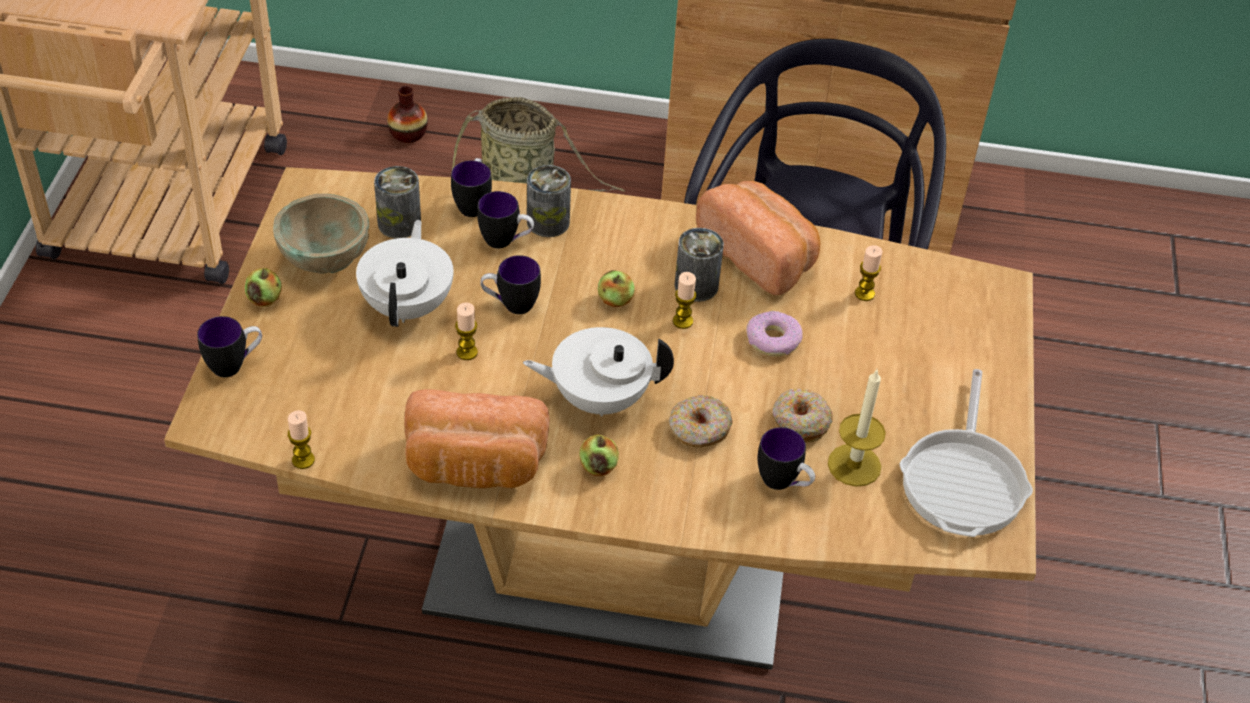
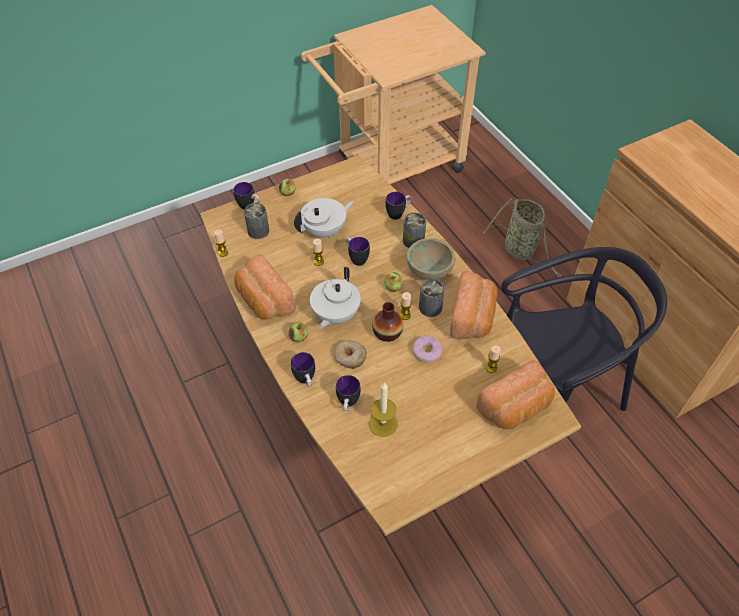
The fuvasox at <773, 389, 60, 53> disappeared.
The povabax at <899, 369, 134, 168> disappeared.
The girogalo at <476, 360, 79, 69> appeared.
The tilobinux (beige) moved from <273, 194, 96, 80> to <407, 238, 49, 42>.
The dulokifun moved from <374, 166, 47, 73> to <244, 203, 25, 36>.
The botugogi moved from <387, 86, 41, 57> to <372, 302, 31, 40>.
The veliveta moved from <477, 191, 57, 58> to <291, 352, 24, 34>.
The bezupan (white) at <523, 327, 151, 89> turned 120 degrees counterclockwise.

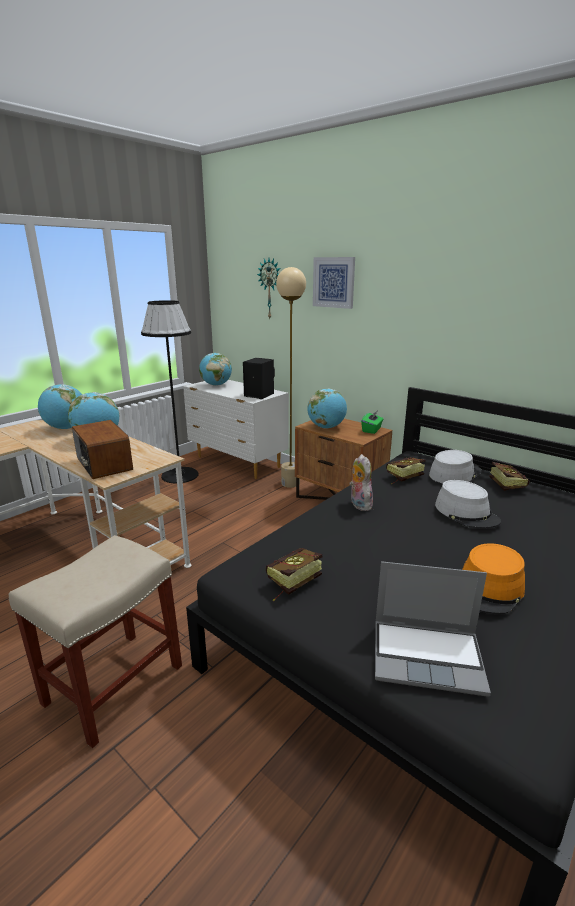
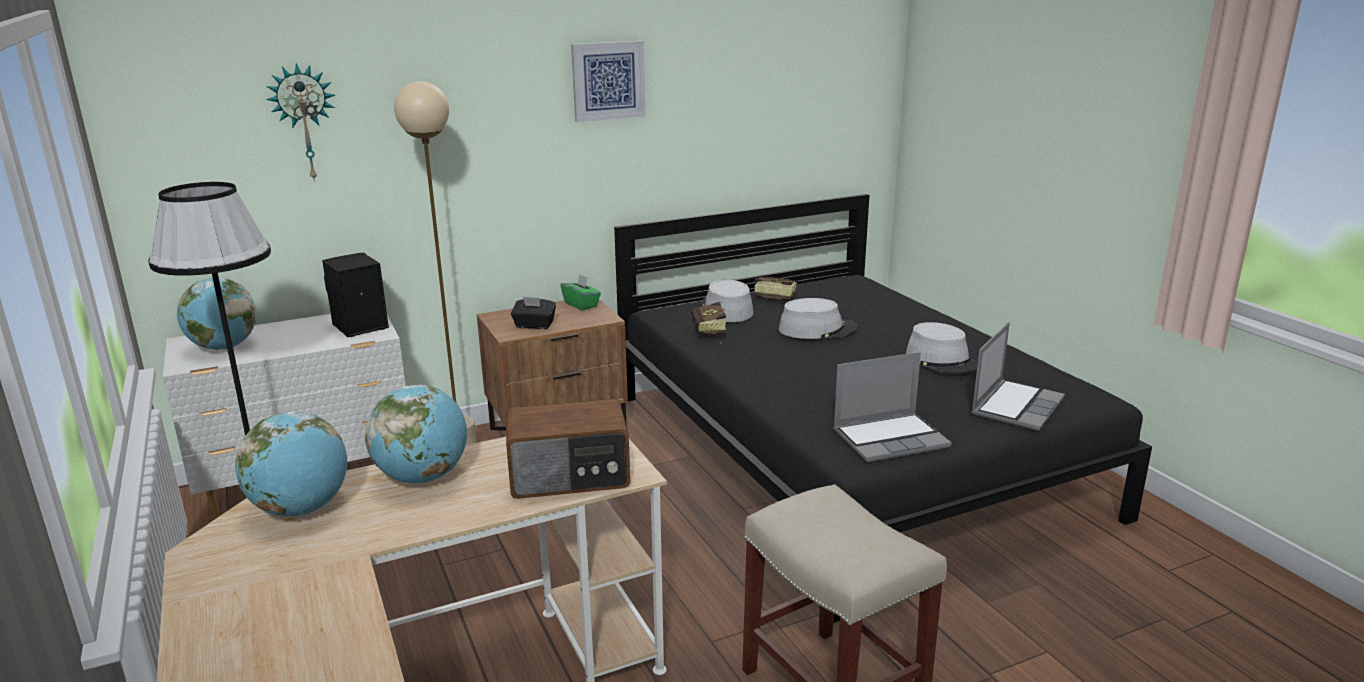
The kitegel at <349, 454, 24, 57> disappeared.
The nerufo moved from <313, 257, 42, 52> to <571, 41, 75, 81>.
The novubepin at <266, 548, 56, 53> was replaced by the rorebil at <833, 352, 119, 110>.
The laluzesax at <307, 388, 40, 41> was replaced by the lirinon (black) at <511, 297, 45, 32>.
The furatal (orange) at <462, 543, 63, 71> became the furatal (grey) at <906, 322, 72, 51>.

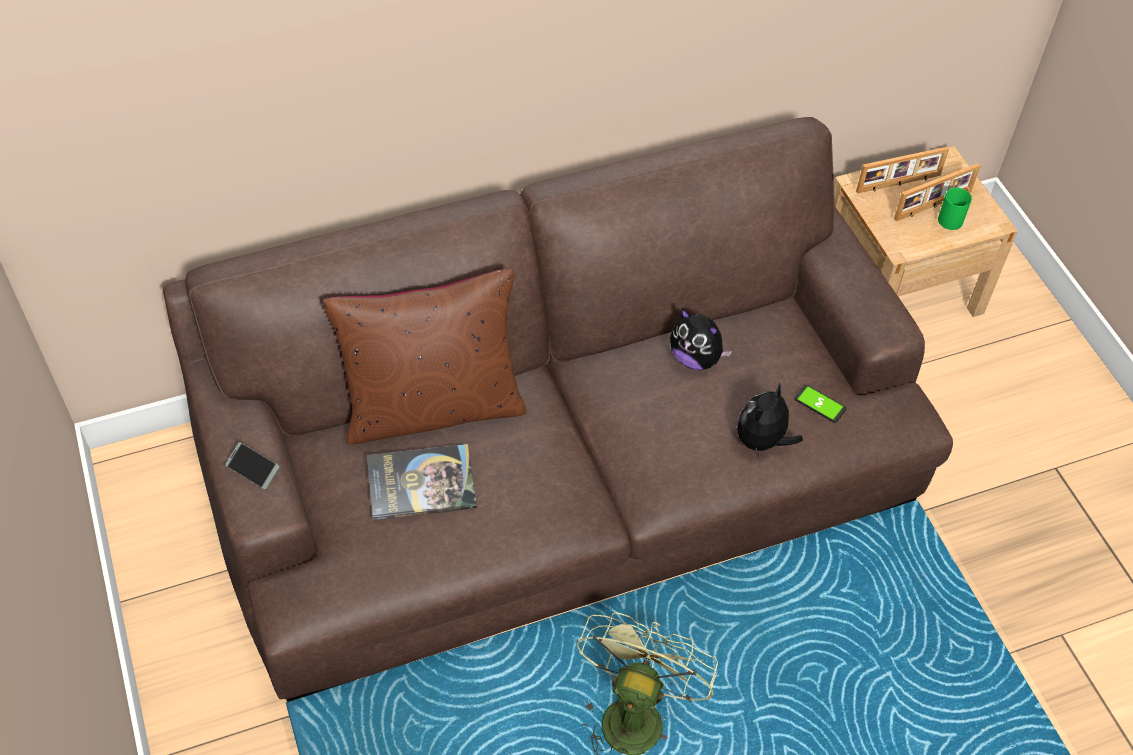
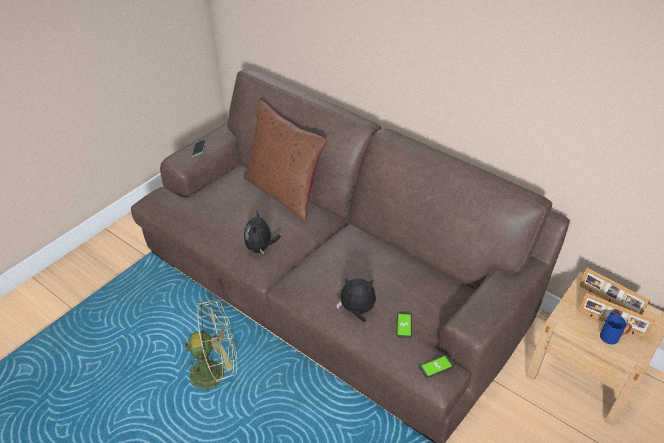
The novubepin at <367, 444, 110, 76> disappeared.
The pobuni at <419, 355, 35, 23> appeared.
The kitegel moved from <670, 308, 62, 62> to <244, 210, 37, 45>.
The veliveta (green) at <938, 188, 34, 42> became the veliveta (blue) at <600, 314, 32, 31>.

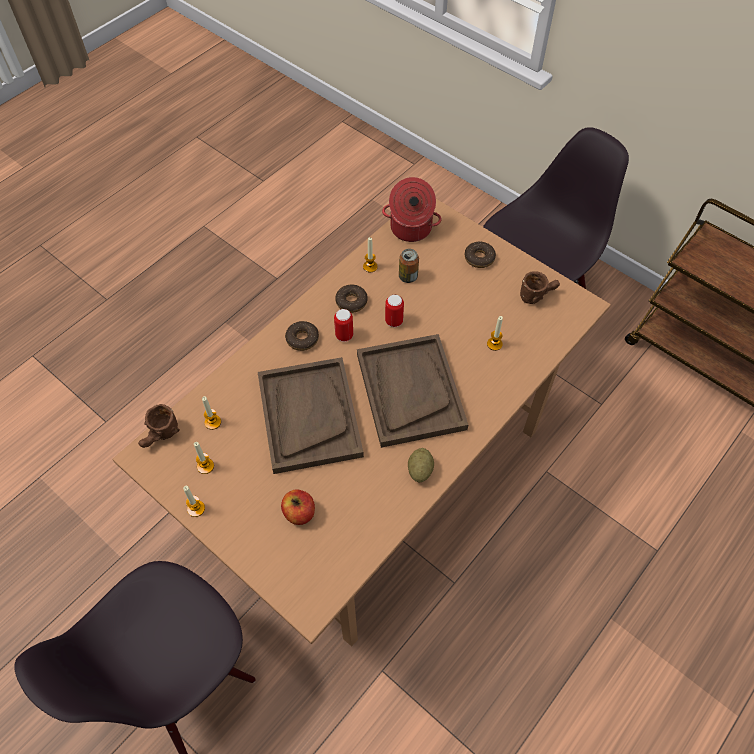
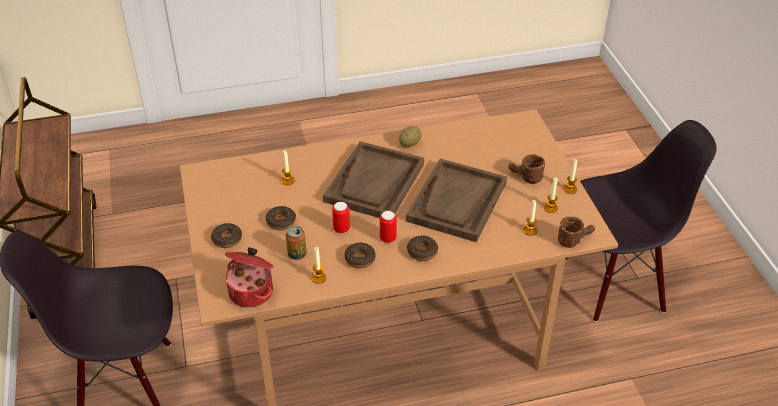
The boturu at <281, 490, 34, 35> disappeared.
The fuvasox at <266, 206, 30, 24> appeared.
The veliveta (brown) moved from <520, 272, 40, 32> to <508, 154, 37, 30>.

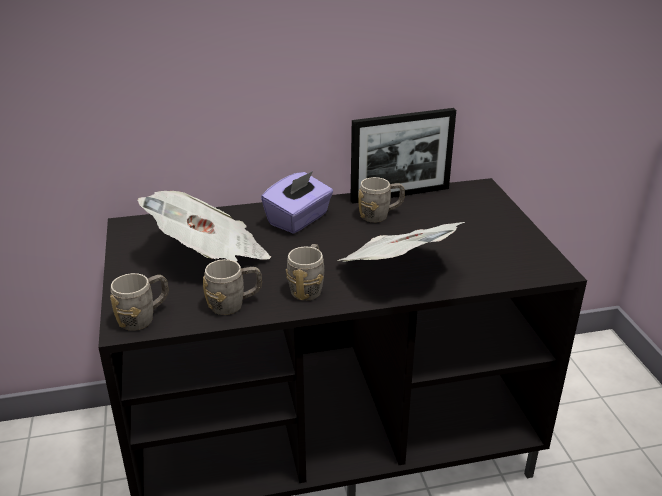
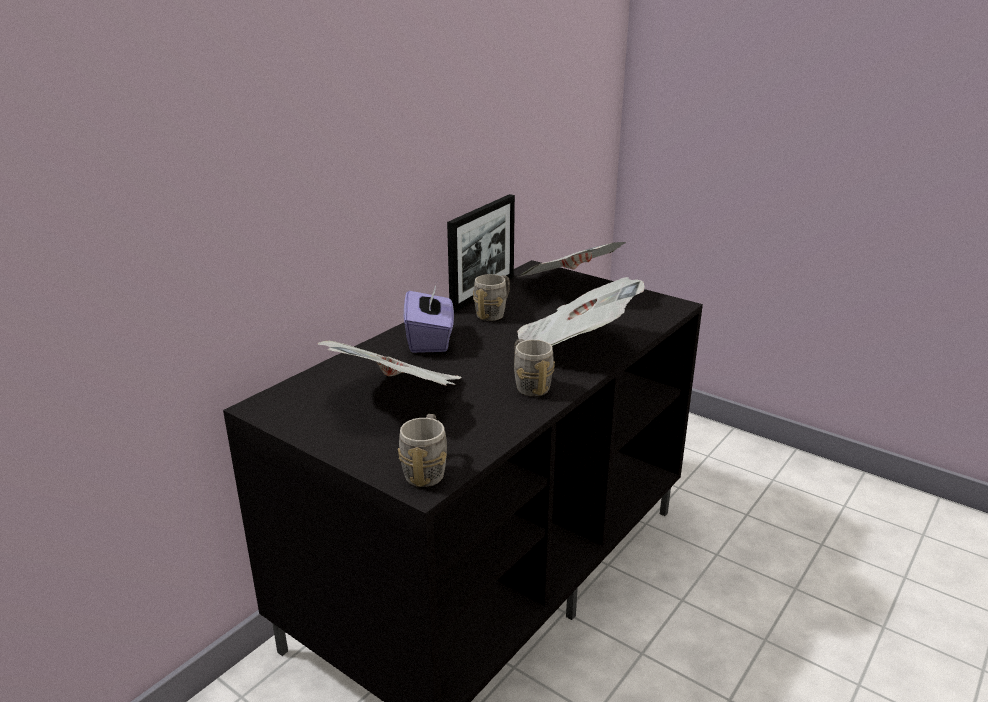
The veliveta (grey) at <203, 259, 59, 56> disappeared.
The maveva at <517, 242, 108, 35> appeared.

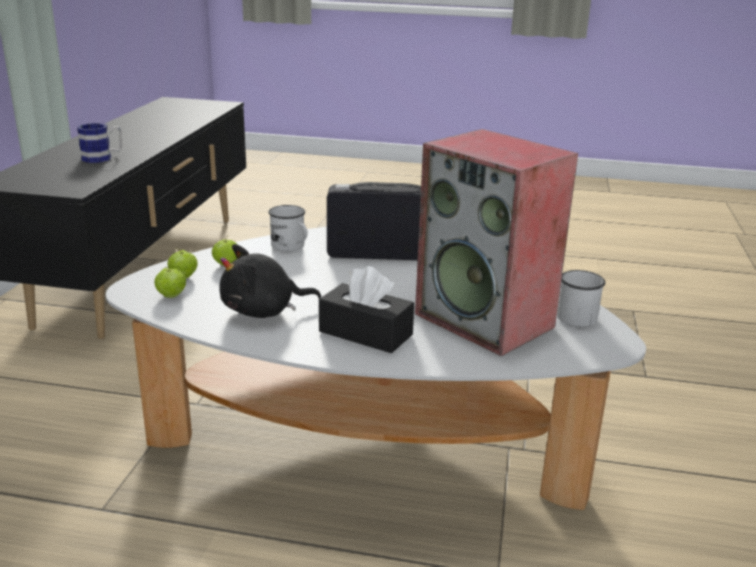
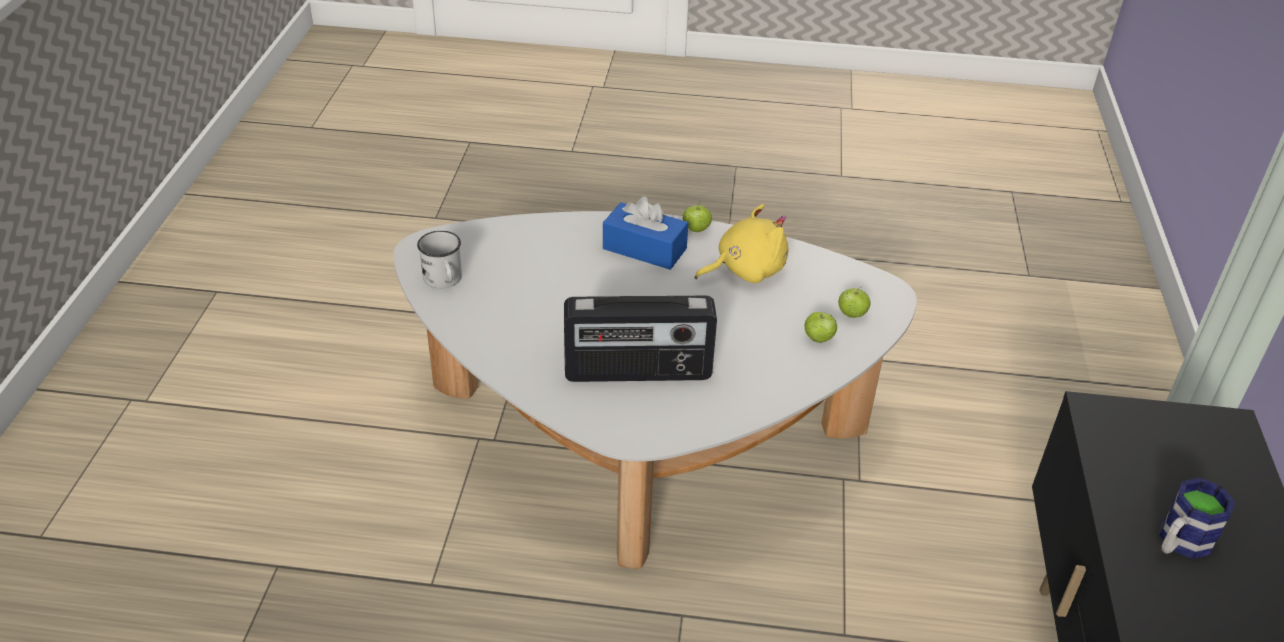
The veliveta (white) at <268, 205, 40, 46> disappeared.
The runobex at <415, 129, 163, 227> disappeared.
The boturu moved from <154, 267, 32, 31> to <683, 201, 29, 31>.
The kitegel (black) at <219, 244, 102, 74> became the kitegel (yellow) at <695, 204, 93, 79>.
The lirinon (black) at <319, 266, 95, 87> became the lirinon (blue) at <603, 196, 85, 74>.

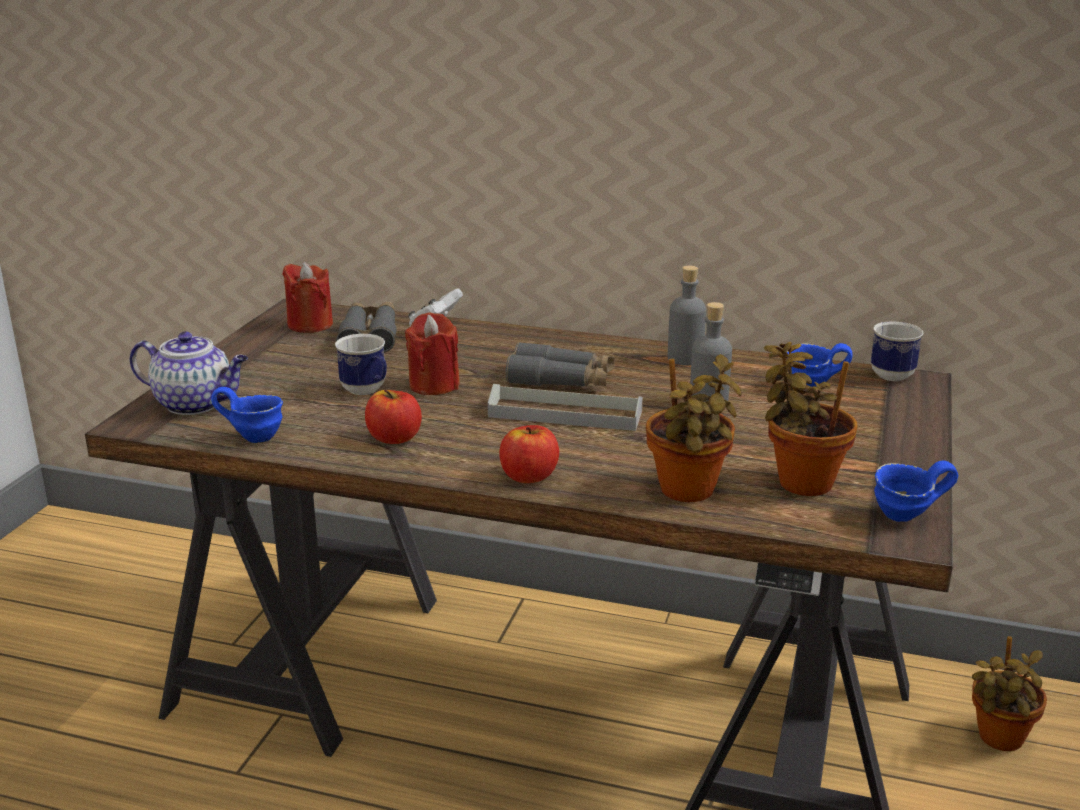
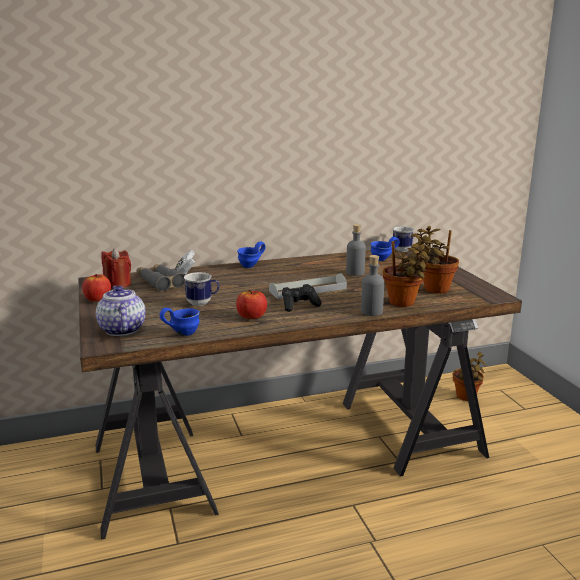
The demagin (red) at <405, 312, 55, 83> disappeared.
The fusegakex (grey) at <506, 342, 109, 44> disappeared.
The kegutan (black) at <282, 284, 40, 28> appeared.
The boturu moved from <499, 425, 60, 58> to <83, 274, 28, 28>.
The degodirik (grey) moved from <668, 266, 38, 99> to <361, 255, 23, 61>.
The veliveta (blue) moved from <874, 461, 84, 61> to <237, 242, 29, 26>.
The bezupan at <130, 332, 118, 83> turned 90 degrees counterclockwise.

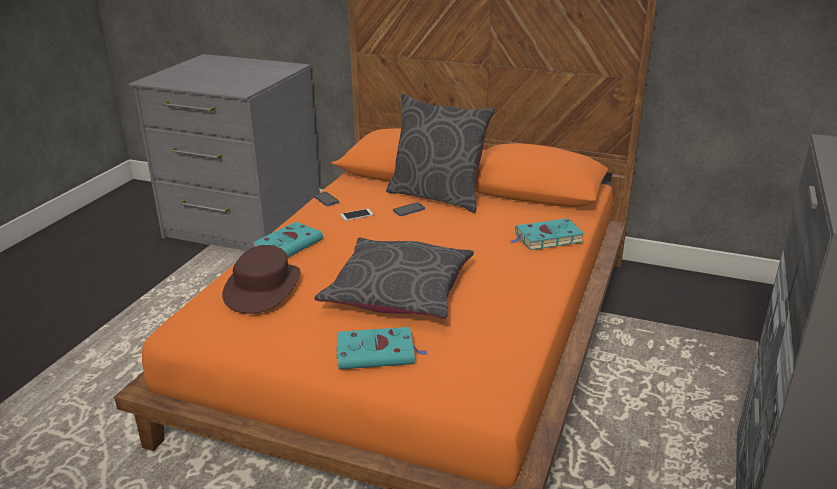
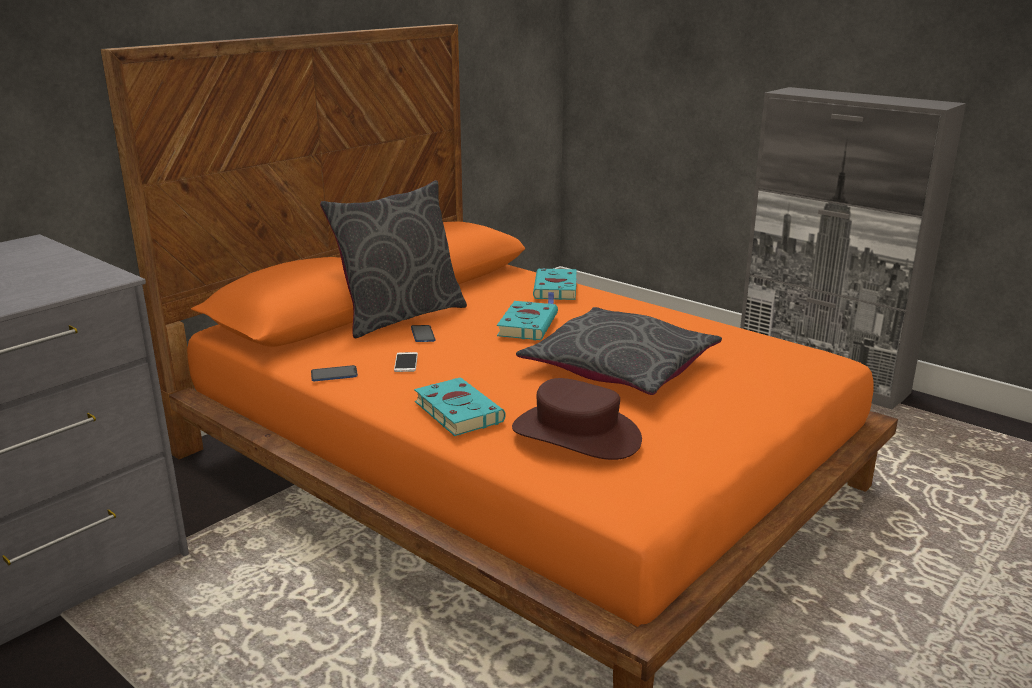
The novubepin (turquoise) moved from <337, 327, 90, 42> to <497, 301, 61, 39>.

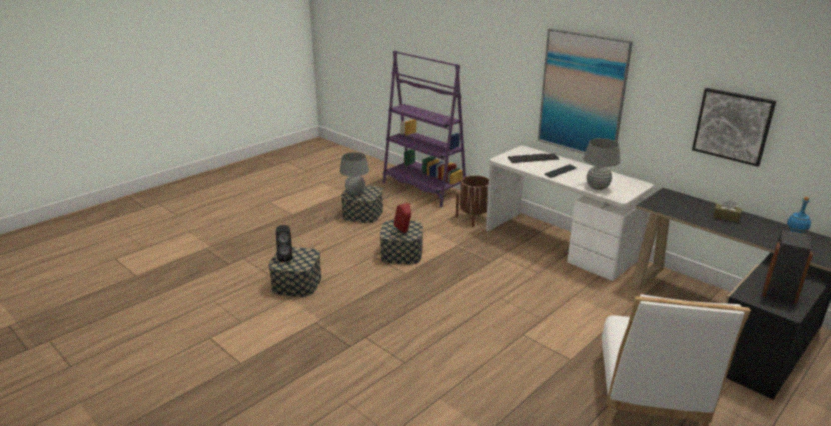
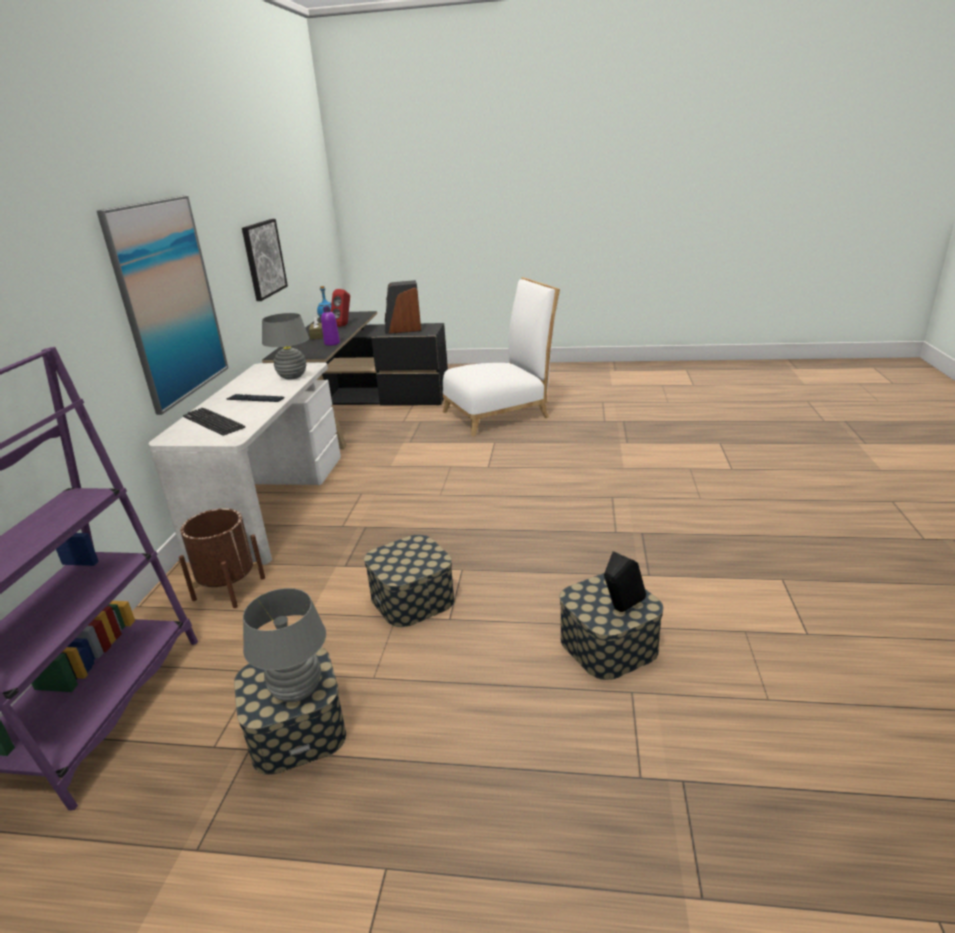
The degodirik (purple) at <321, 306, 19, 40> appeared.
The runobex (red) moved from <394, 203, 17, 30> to <331, 289, 19, 38>.

